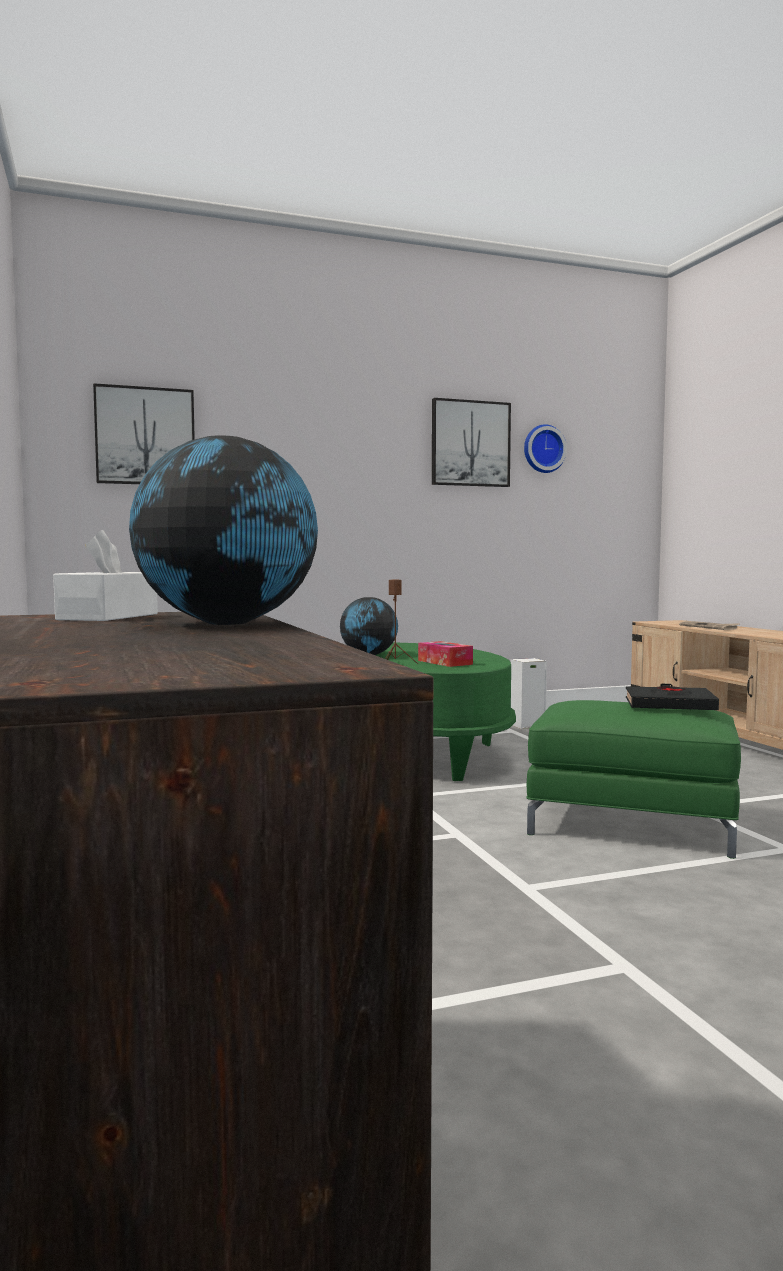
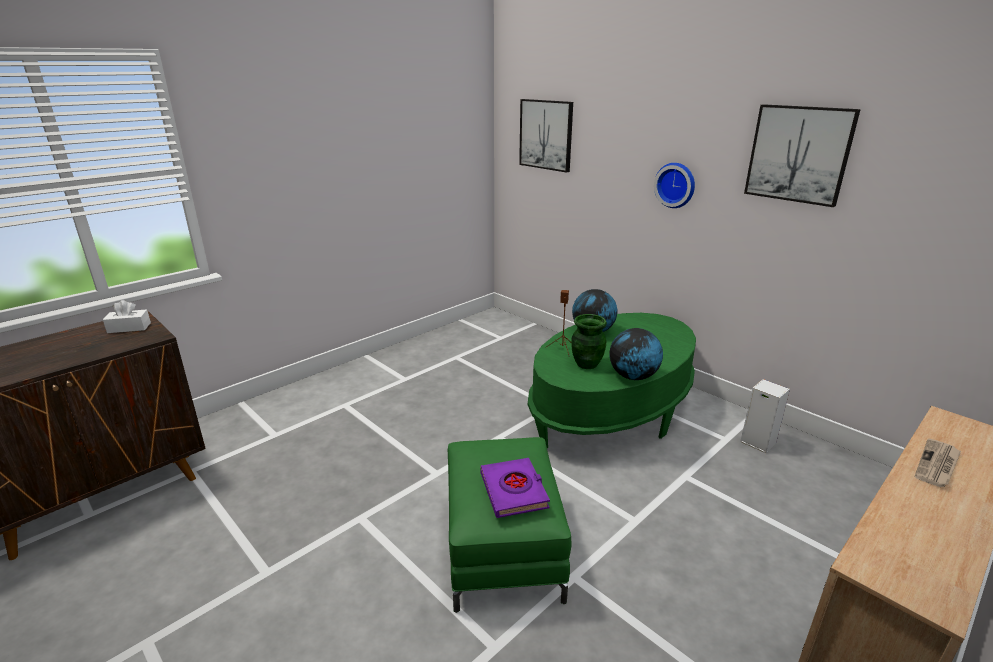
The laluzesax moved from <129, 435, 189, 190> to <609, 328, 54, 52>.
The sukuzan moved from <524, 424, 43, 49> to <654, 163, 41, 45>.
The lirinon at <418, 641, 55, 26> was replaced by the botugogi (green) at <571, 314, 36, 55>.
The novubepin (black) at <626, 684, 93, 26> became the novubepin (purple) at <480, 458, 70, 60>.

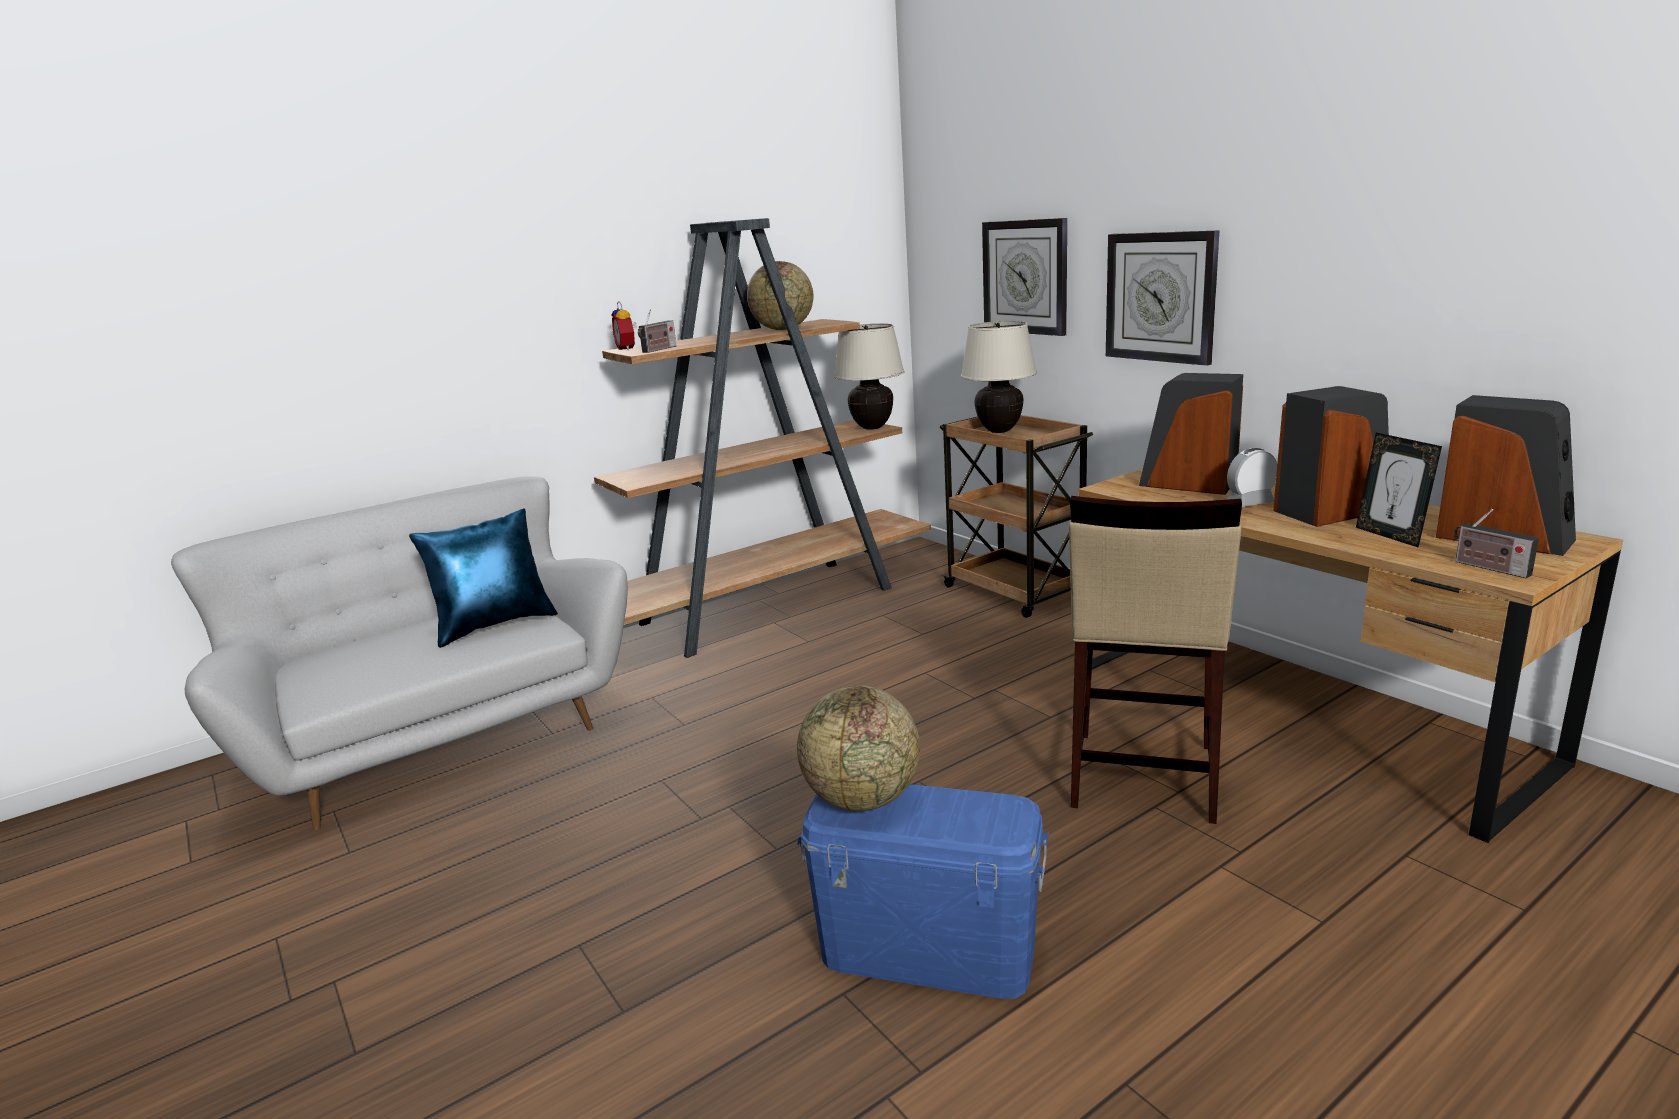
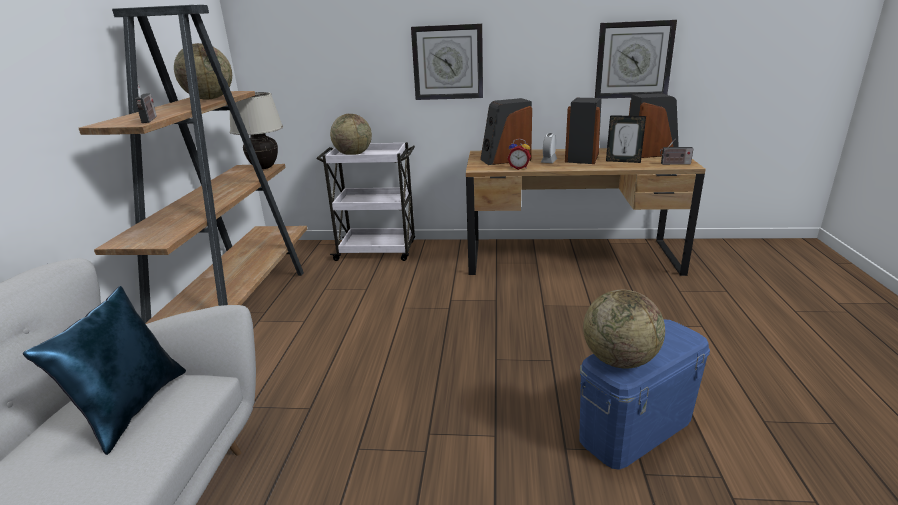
The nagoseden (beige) at <1069, 496, 173, 328> disappeared.
The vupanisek moved from <612, 301, 26, 49> to <507, 139, 24, 31>.
The sukuzan moved from <982, 218, 85, 118> to <595, 20, 82, 79>.
The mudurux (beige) at <961, 321, 76, 112> was replaced by the laluzesax at <330, 114, 42, 41>.
The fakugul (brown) at <940, 415, 153, 203> became the fakugul (white) at <317, 142, 98, 119>.

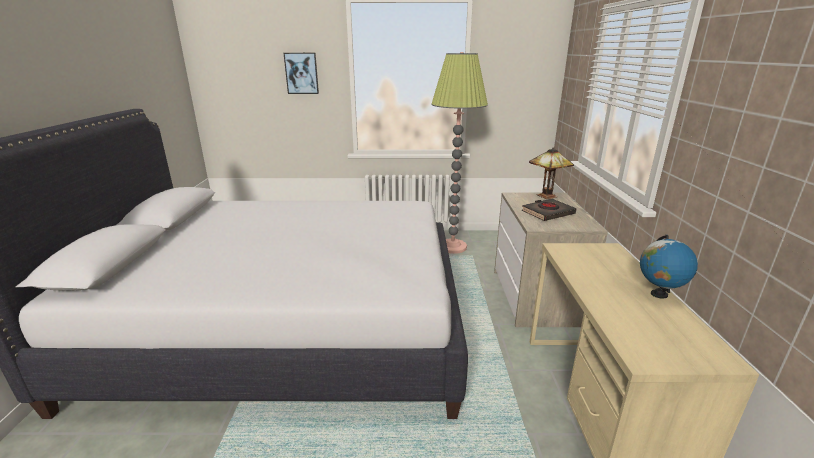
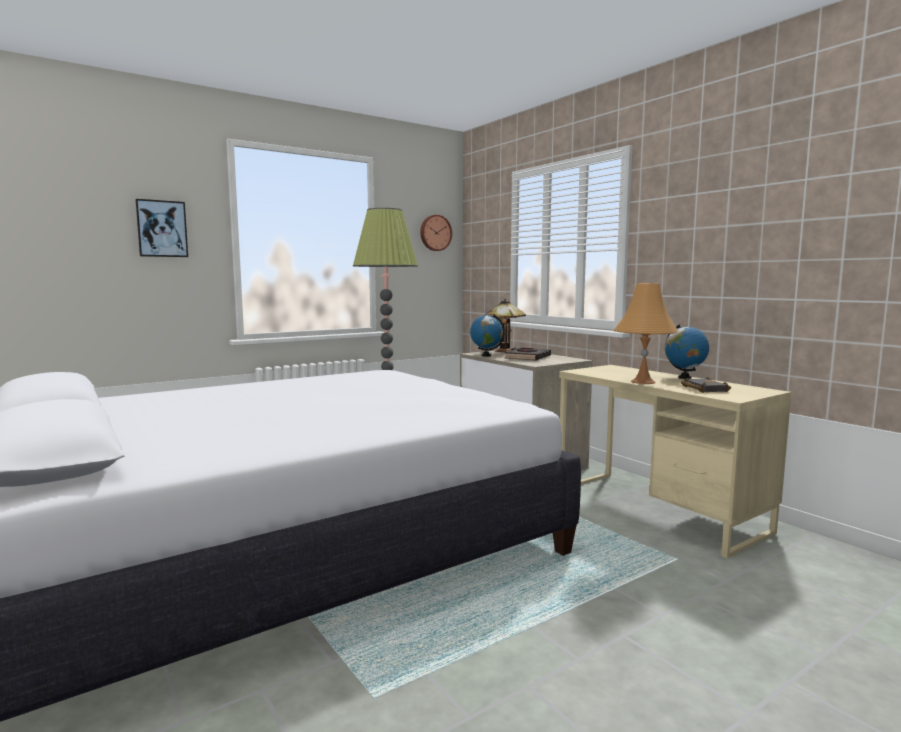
The sukuzan at <420, 215, 32, 36> appeared.
The laluzesax at <470, 314, 35, 43> appeared.
The mudurux (orange) at <614, 283, 64, 101> appeared.
The novubepin (black) at <681, 377, 50, 16> appeared.

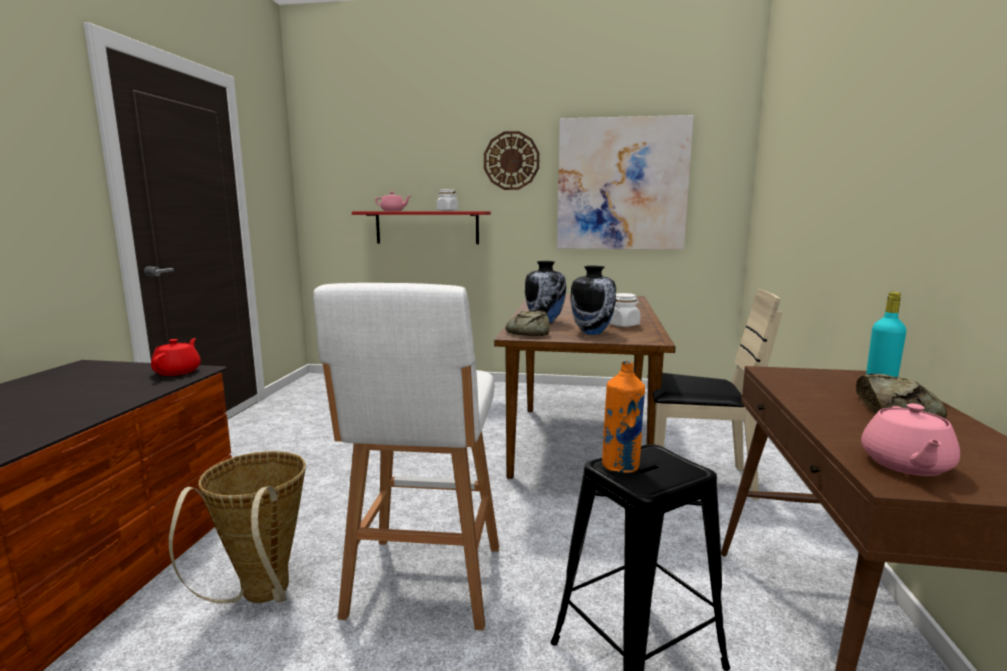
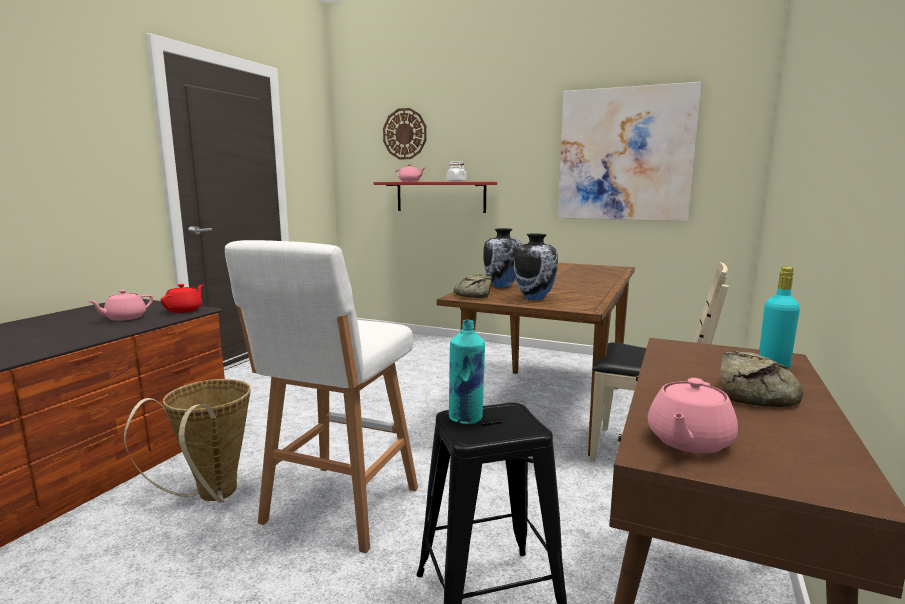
The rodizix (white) at <609, 293, 32, 34> disappeared.
The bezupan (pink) at <87, 290, 66, 31> appeared.
The sukuzan moved from <484, 131, 55, 59> to <383, 108, 44, 51>.
The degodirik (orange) at <602, 361, 43, 112> became the degodirik (turquoise) at <449, 320, 36, 104>.

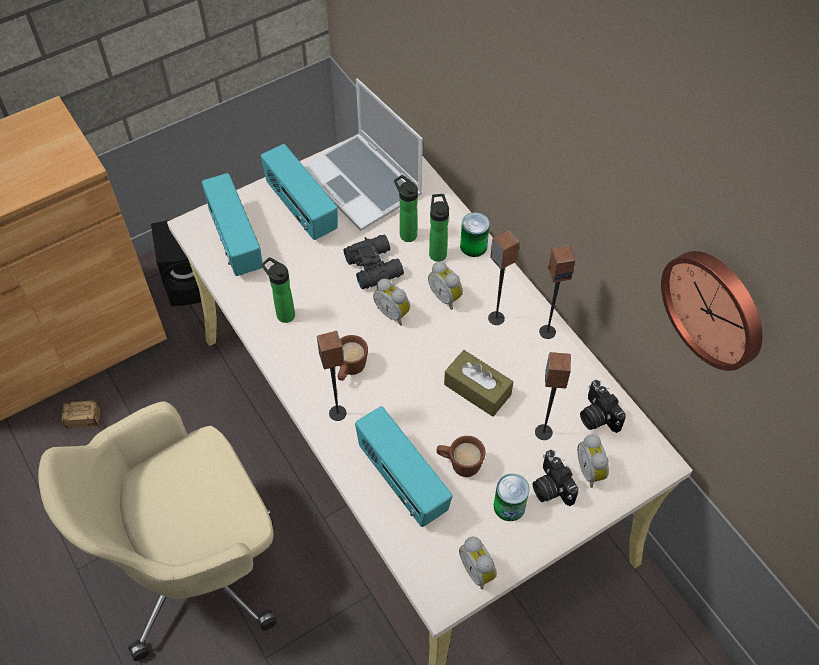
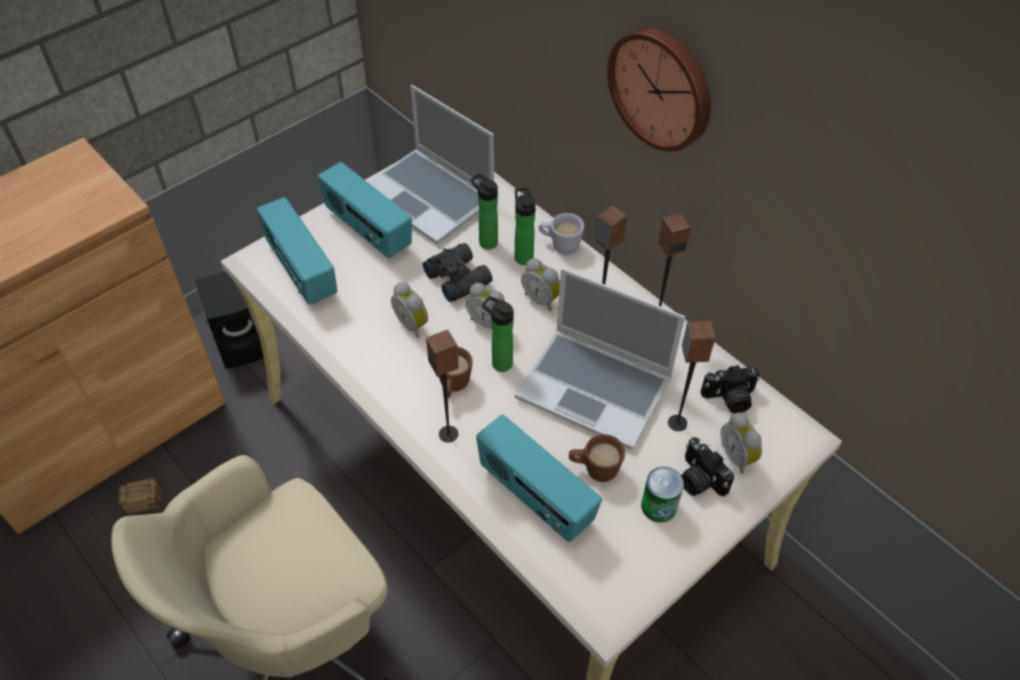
The degodirik moved from <261, 257, 34, 66> to <482, 296, 32, 76>.
The vupanisek moved from <459, 537, 38, 52> to <391, 282, 37, 56>.
The sukuzan moved from <661, 251, 102, 120> to <607, 28, 104, 124>.
The lirinon (brown) at <444, 350, 69, 67> was replaced by the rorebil at <515, 268, 170, 182>.
The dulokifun at <460, 212, 30, 45> was replaced by the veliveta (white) at <539, 213, 45, 41>.
The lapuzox at <580, 380, 46, 53> turned 60 degrees counterclockwise.

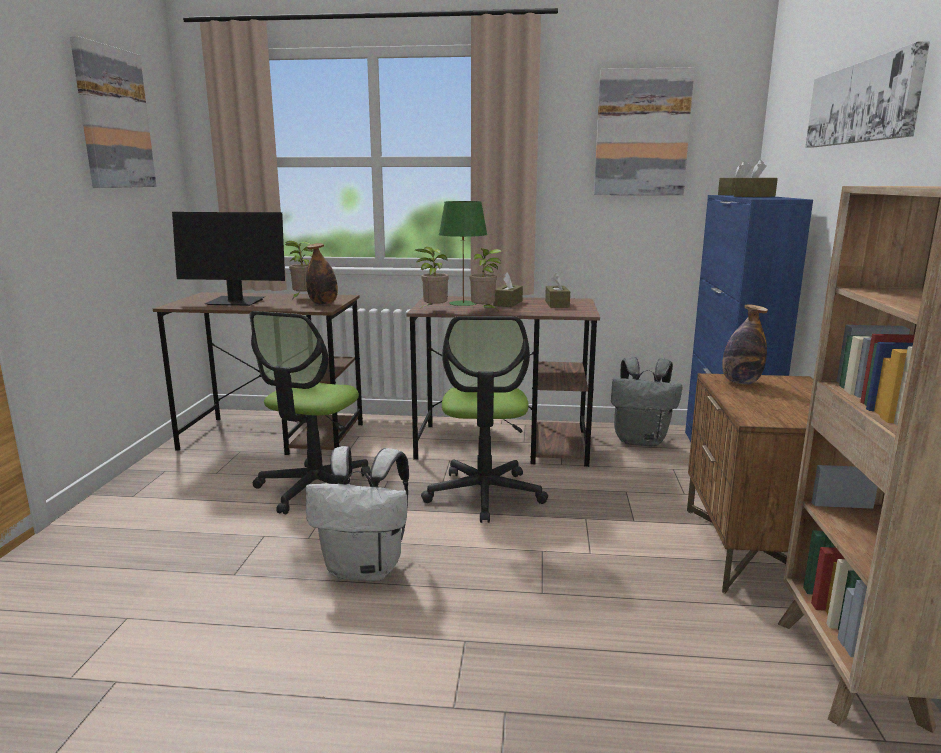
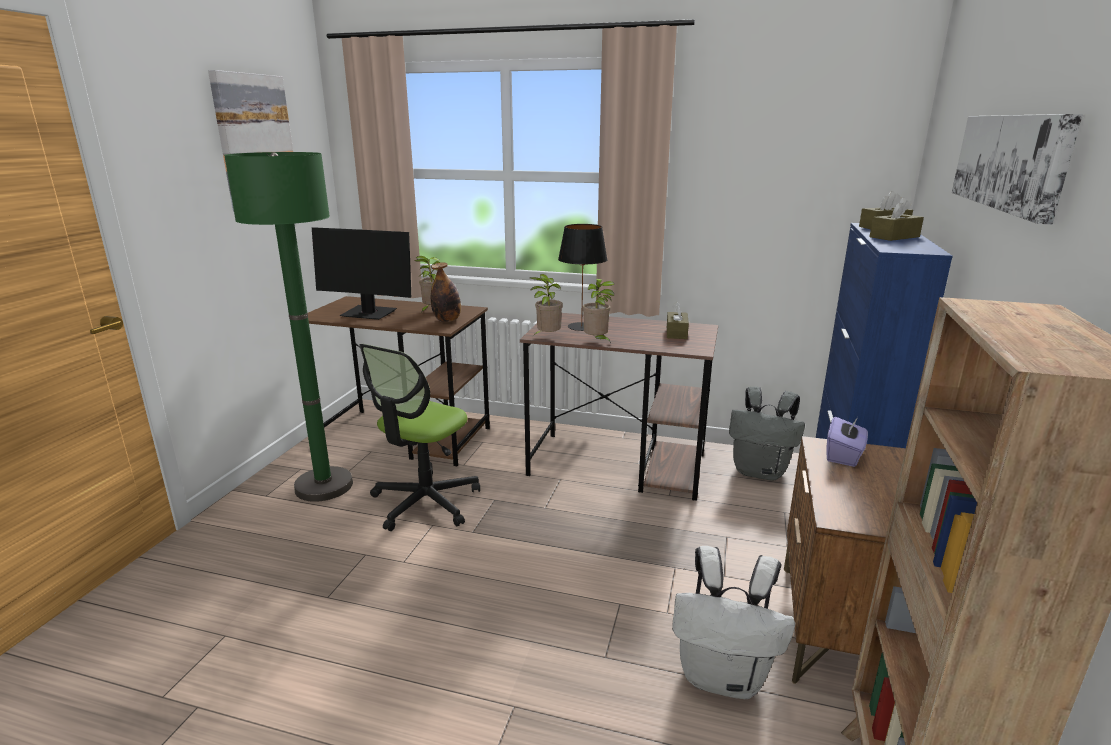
The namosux at <421, 316, 127, 207> disappeared.
The lirinon (brown) at <493, 272, 30, 35> disappeared.
The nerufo at <594, 67, 100, 128> disappeared.
The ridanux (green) at <224, 152, 129, 350> appeared.
The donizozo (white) moved from <306, 446, 103, 135> to <672, 546, 123, 153>.
The degodirik at <722, 304, 46, 81> was replaced by the lirinon (purple) at <826, 417, 42, 50>.
The mudurux (green) at <439, 201, 49, 105> became the mudurux (black) at <558, 224, 50, 107>.

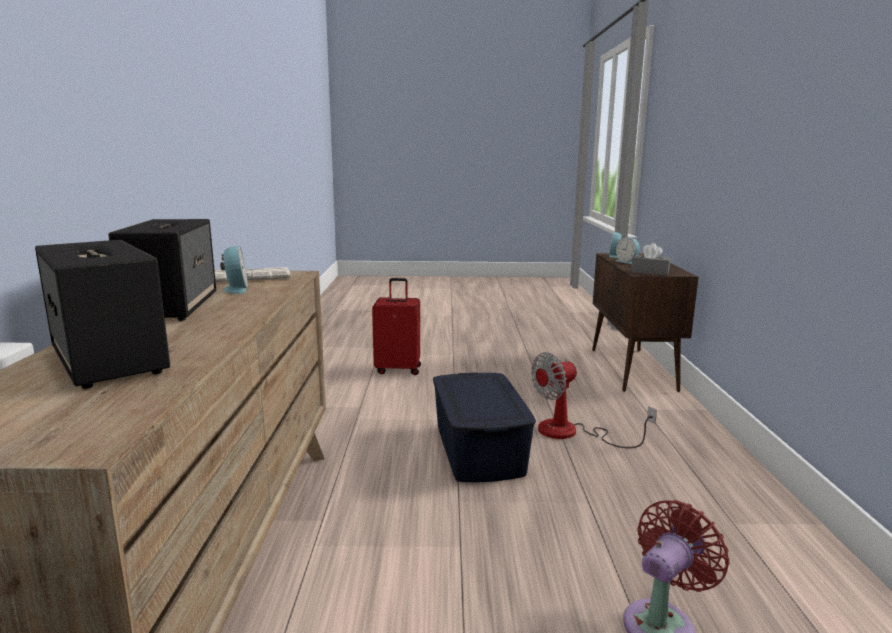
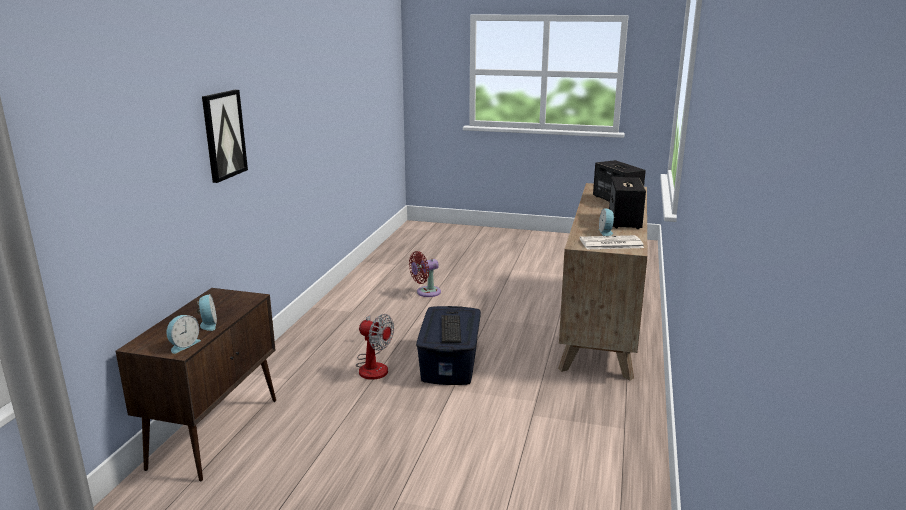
The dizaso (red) at <372, 278, 49, 97> disappeared.
The lirinon (grey) at <631, 243, 39, 32> disappeared.
The nerufo at <202, 90, 46, 93> appeared.
The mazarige at <442, 308, 23, 35> appeared.
The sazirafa at <531, 352, 126, 96> turned 45 degrees clockwise.

